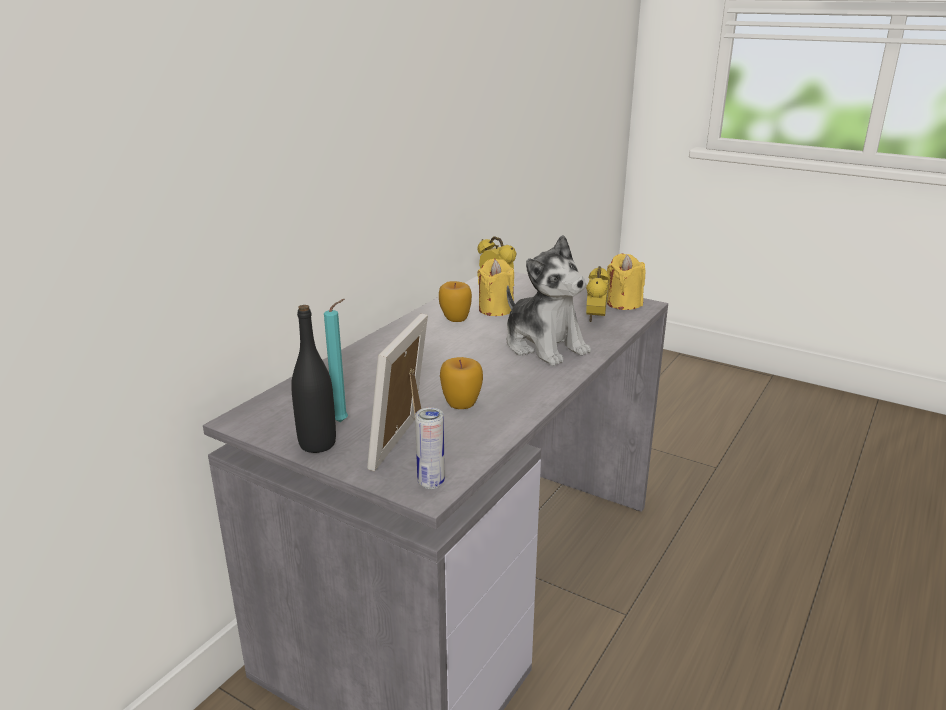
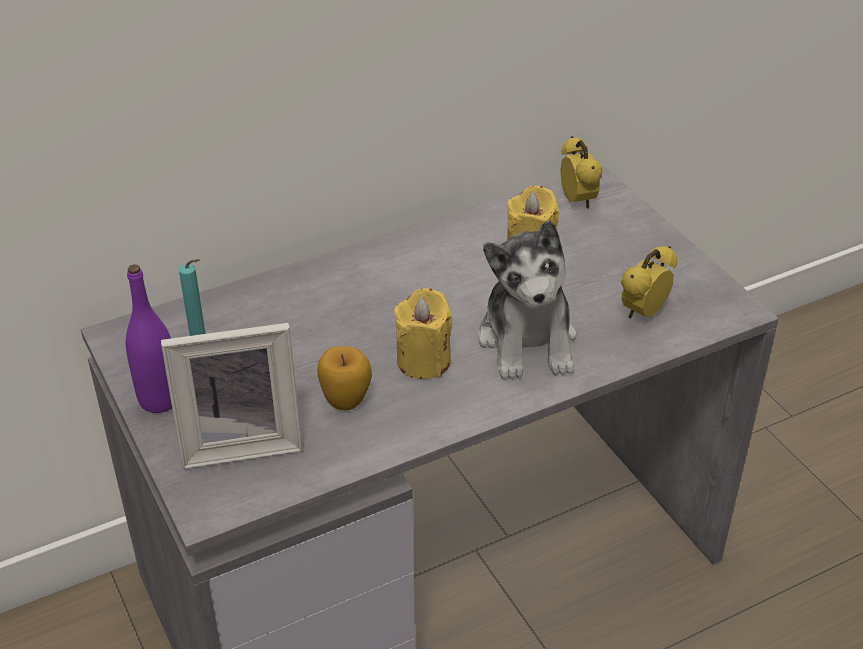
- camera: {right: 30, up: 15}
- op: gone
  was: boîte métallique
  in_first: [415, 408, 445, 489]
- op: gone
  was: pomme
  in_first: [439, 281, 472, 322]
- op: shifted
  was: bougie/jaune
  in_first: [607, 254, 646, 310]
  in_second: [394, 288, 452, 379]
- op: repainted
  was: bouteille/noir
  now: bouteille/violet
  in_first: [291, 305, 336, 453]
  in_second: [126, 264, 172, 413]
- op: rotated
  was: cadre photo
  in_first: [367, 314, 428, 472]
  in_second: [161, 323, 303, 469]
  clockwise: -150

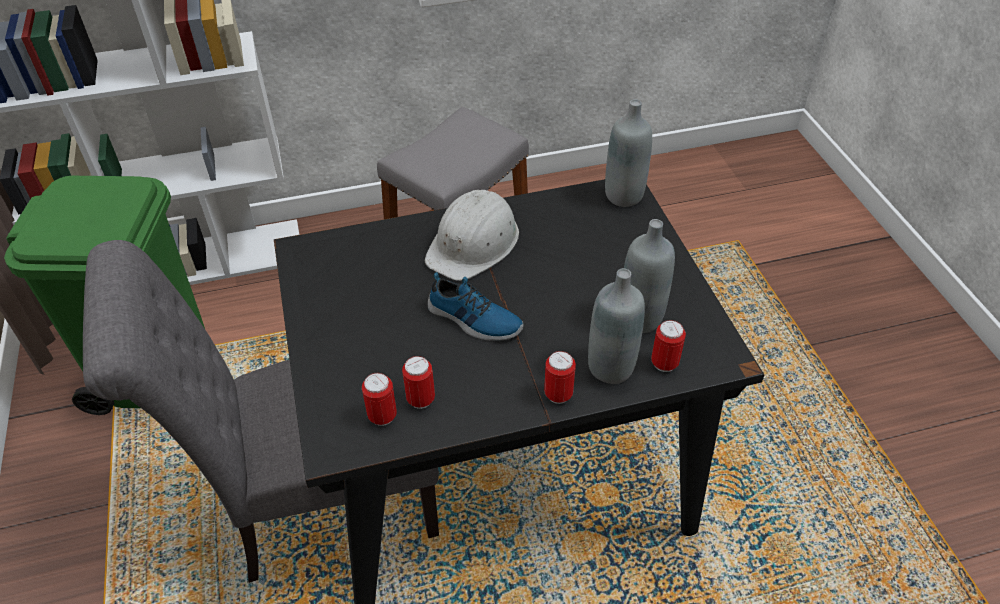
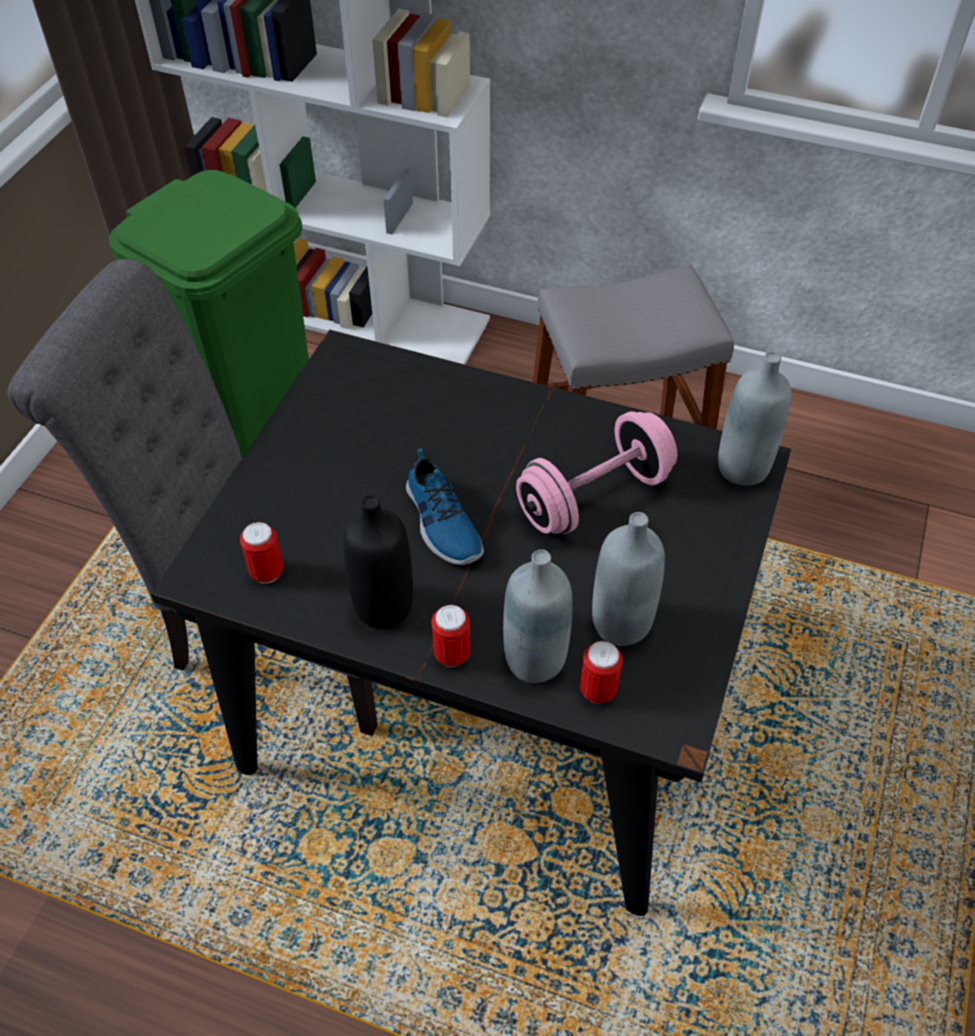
- camera: {right: 35, up: 5}
- op: gone
  was: boîte métallique
  in_first: [402, 356, 435, 409]
- op: gone
  was: casque de chantier/blanc
  in_first: [425, 190, 519, 281]
- op: new
  now: bouteille/noir
  in_second: [343, 495, 413, 629]
- op: new
  now: haltère/rose
  in_second: [516, 412, 677, 534]

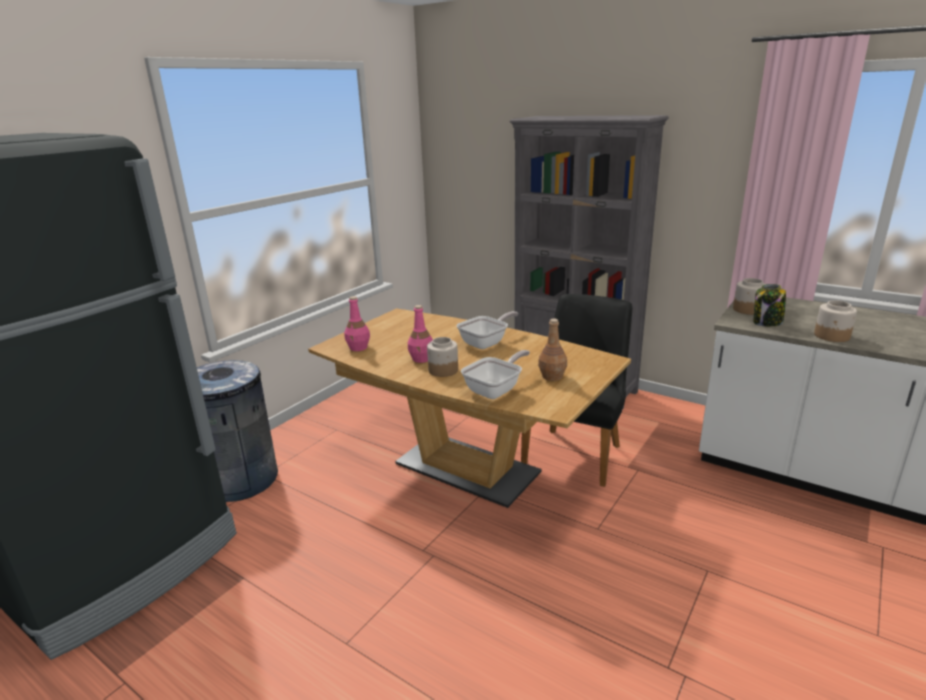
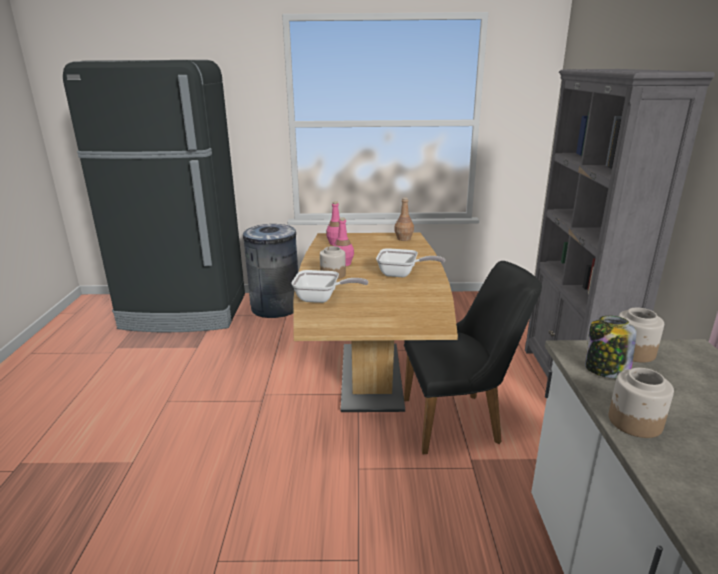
- camera: {right: 55, up: 0}
- op: shifted
  was: bouteille/marron
  in_first: [538, 319, 567, 381]
  in_second: [394, 198, 414, 241]

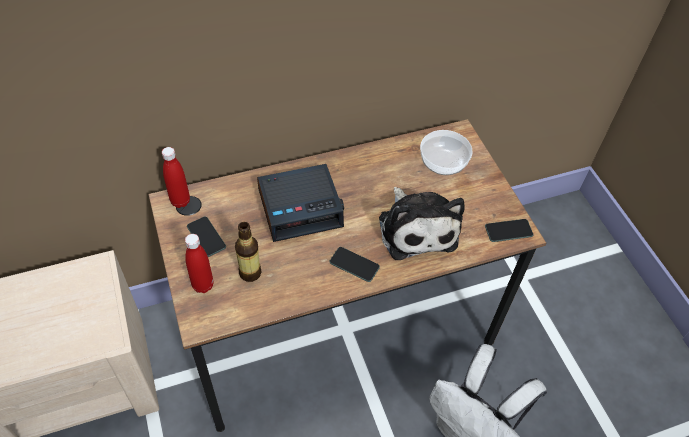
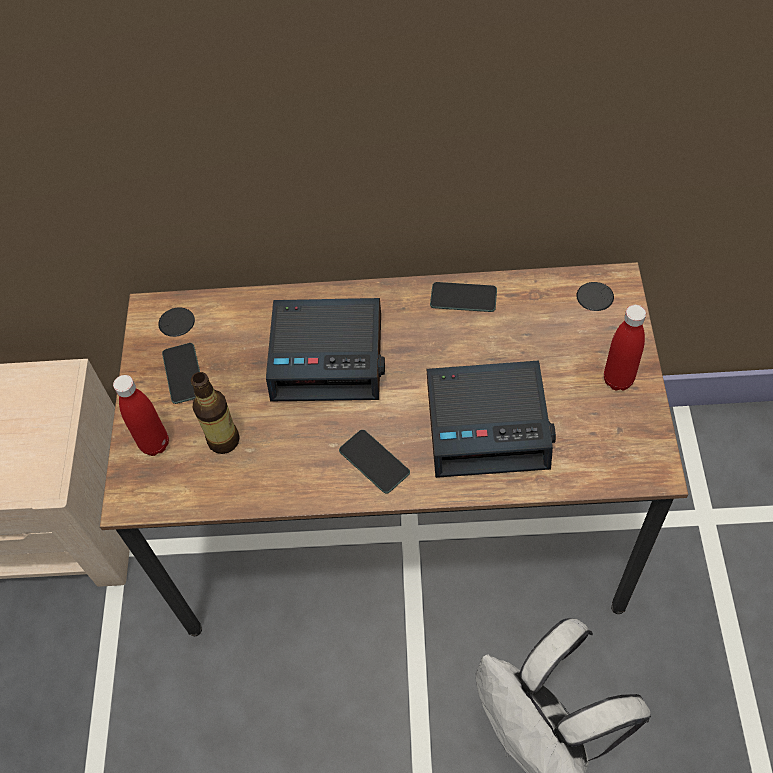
- camera: {right: 25, up: 5}
- op: gone
  was: bol
  in_first: [420, 130, 473, 175]
- op: shifted
  was: bouteille/rouge
  in_first: [162, 147, 190, 208]
  in_second: [604, 305, 646, 390]
- op: shifted
  was: téléphone
  in_first: [485, 219, 533, 242]
  in_second: [430, 282, 497, 312]
- op: swapped
  was: peluche
  now: réveil
  in_first: [379, 187, 465, 260]
  in_second: [427, 361, 556, 478]

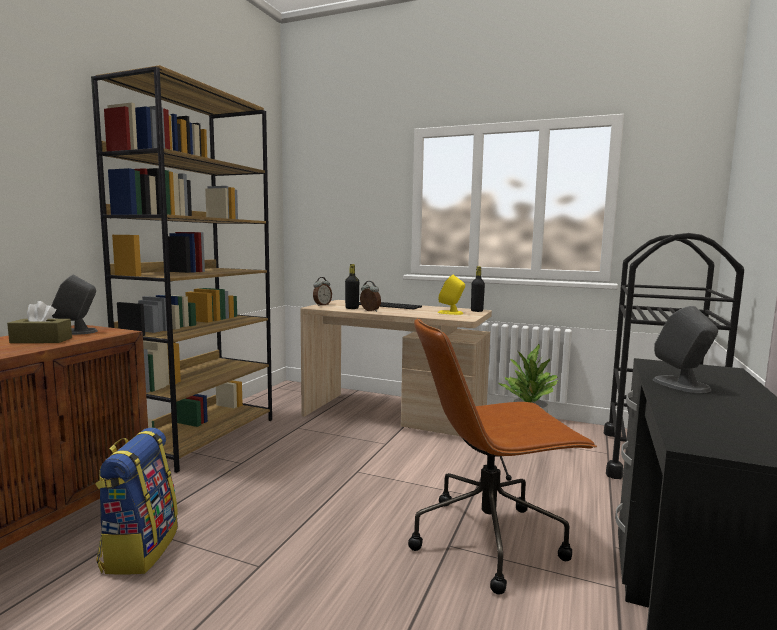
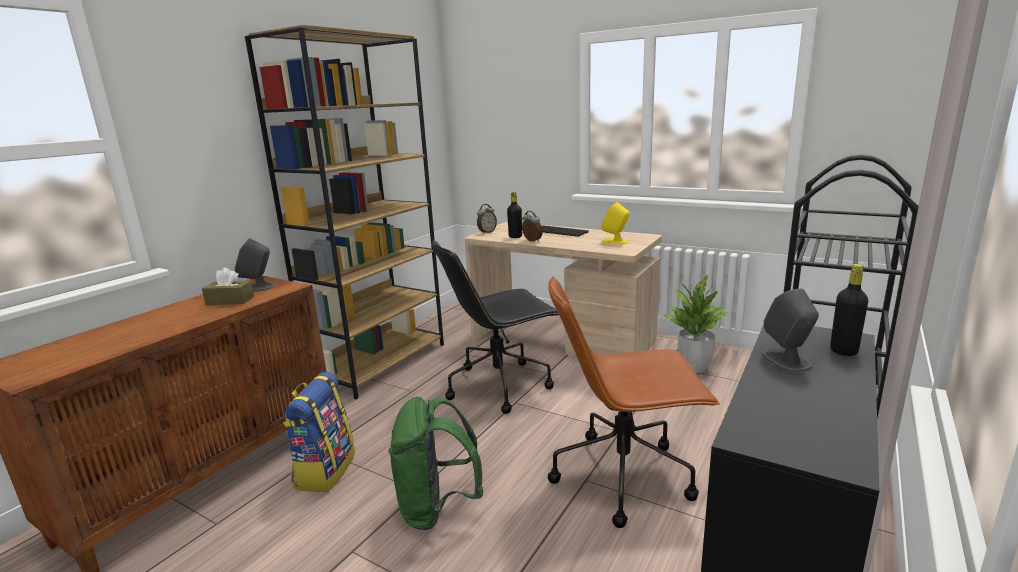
- camera: {right: 10, up: 10}
- op: new
  now: sac à dos/vert
  in_second: [388, 397, 484, 530]
- op: new
  now: chaise de bureau/noir
  in_second: [432, 239, 559, 414]
- op: shifted
  was: bouteille/noir
  in_first: [471, 266, 485, 312]
  in_second: [830, 264, 868, 356]

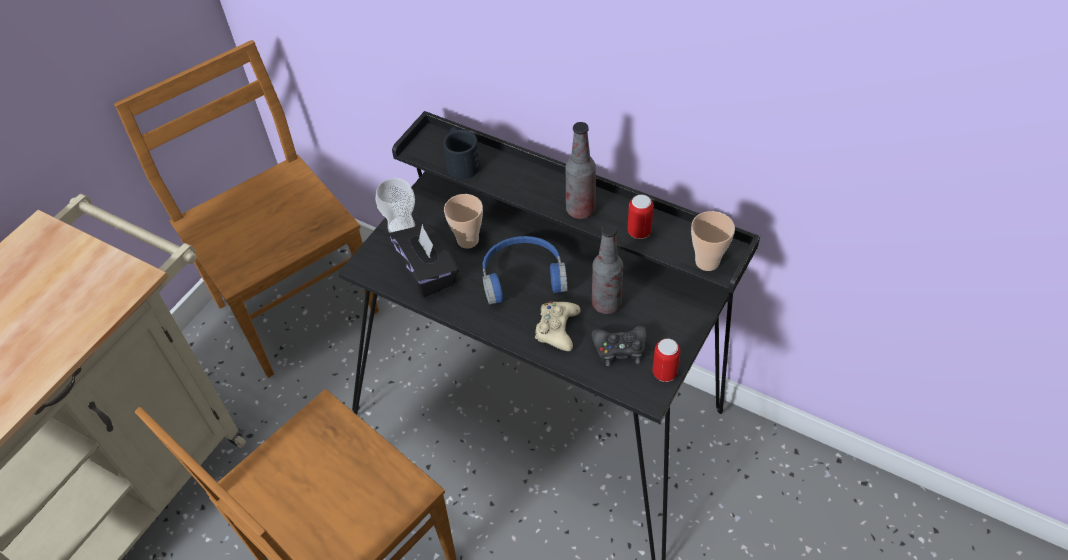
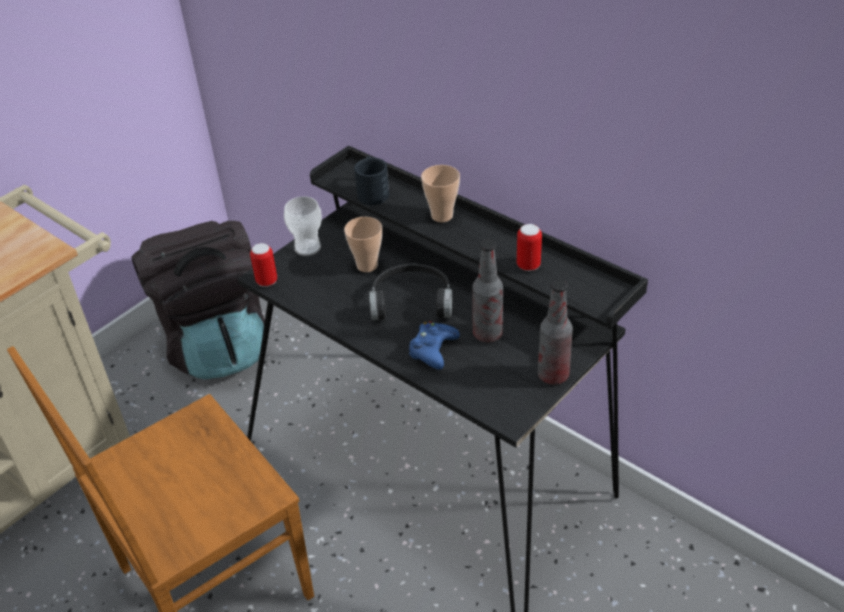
- camera: {right: 10, up: -10}
- op: gone
  was: boîte à mouchoirs/noir
  in_first: [389, 224, 459, 297]
- op: gone
  was: manette/noir
  in_first: [592, 326, 647, 366]
- op: shifted
  was: bouteille
  in_first: [566, 122, 596, 219]
  in_second: [538, 279, 573, 385]
- op: shifted
  was: boîte métallique
  in_first: [653, 338, 681, 382]
  in_second: [250, 243, 277, 287]
- op: shifted
  was: tasse
  in_first: [691, 211, 735, 271]
  in_second: [421, 165, 460, 222]
- op: swapped
  was: chaise/marron
  now: sac à dos/noir
  in_first: [114, 40, 379, 378]
  in_second: [131, 221, 265, 379]
- op: repainted
  was: casque audio/bleu
  now: casque audio/noir
  in_first: [482, 236, 567, 304]
  in_second: [369, 264, 452, 320]
- op: repainted
  was: manette/beige
  now: manette/bleu
  in_first: [535, 301, 581, 351]
  in_second: [409, 321, 460, 370]

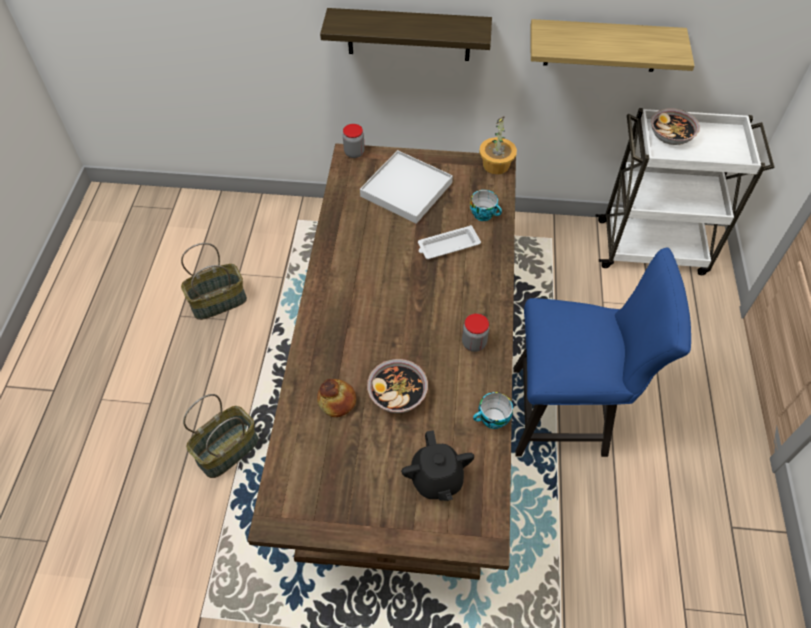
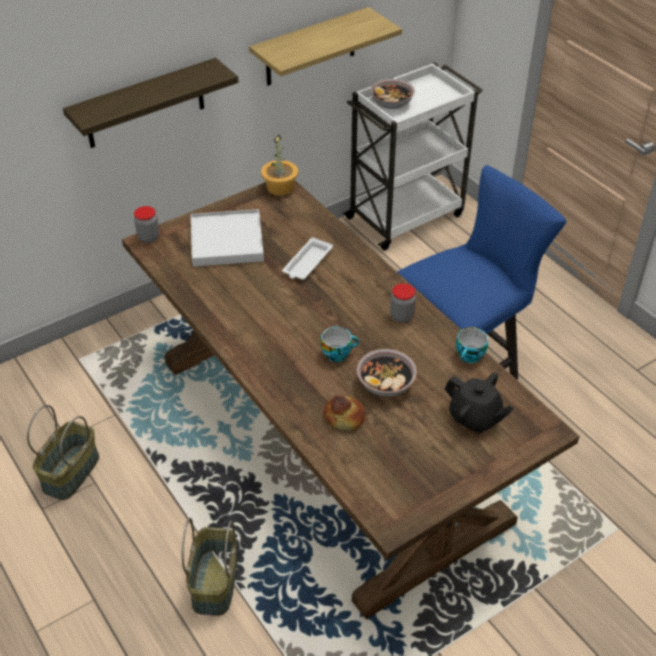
- camera: {right: -40, up: -10}
- op: shifted
  was: tasse
  in_first: [470, 190, 502, 221]
  in_second: [321, 326, 359, 362]

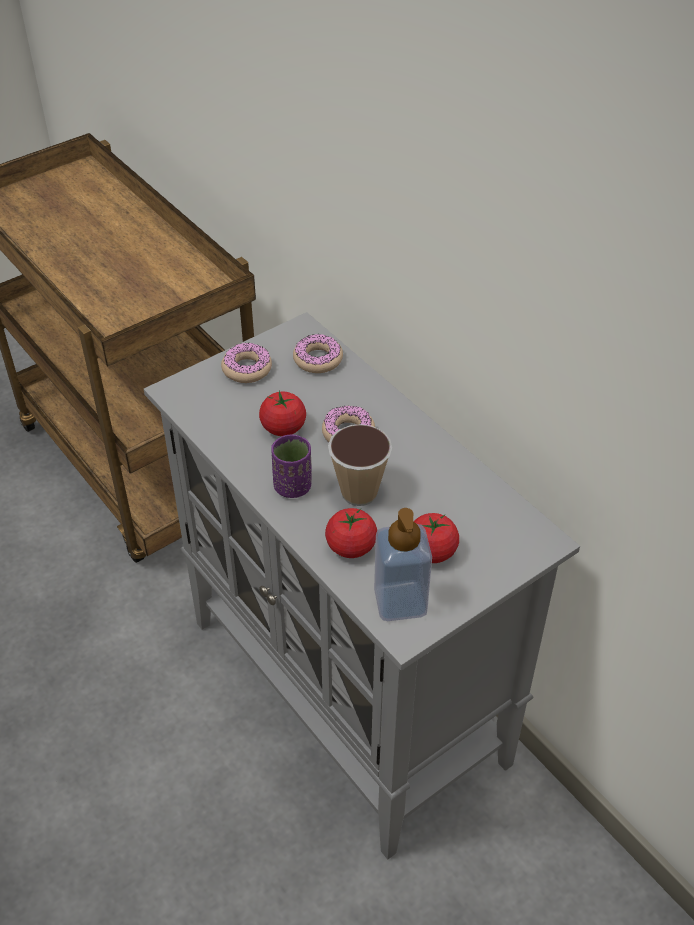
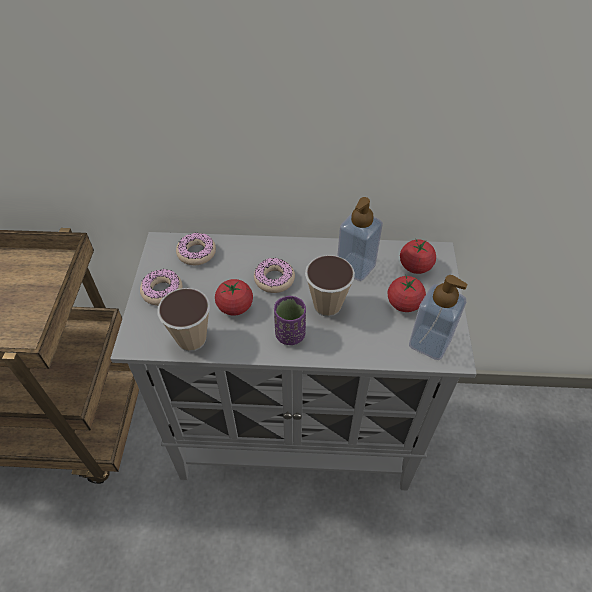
- camera: {right: -50, up: 5}
- op: new
  now: tasse
  in_second: [157, 288, 210, 352]
- op: new
  now: distributeur de savon
  in_second: [337, 197, 383, 281]
- op: shifted
  was: tomate
  in_first: [325, 508, 377, 558]
  in_second: [400, 238, 436, 274]

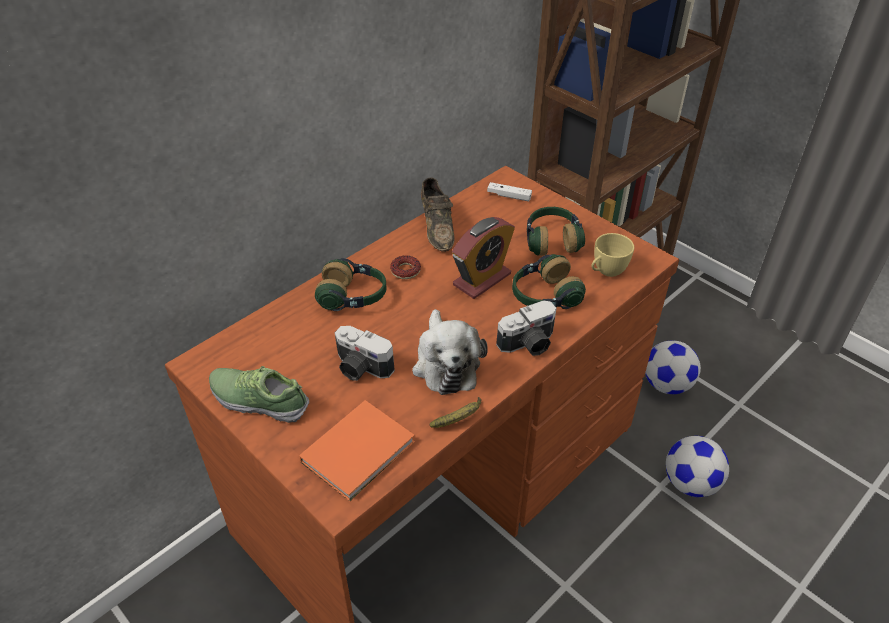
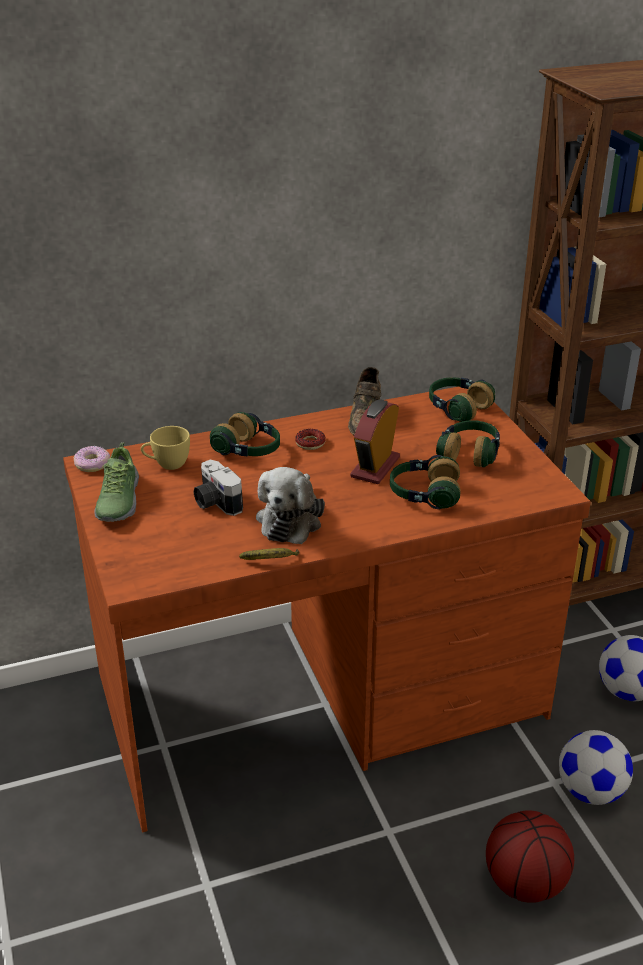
- camera: {right: 25, up: -10}
- op: gone
  was: livre/orange
  in_first: [299, 400, 415, 502]
- op: gone
  was: appareil photo
  in_first: [496, 301, 557, 356]
- op: new
  now: beignet
  in_second: [74, 446, 110, 472]
- op: new
  now: ballon de basket
  in_second: [486, 810, 574, 903]
- op: shifted
  was: tasse/jaune
  in_first: [591, 233, 634, 277]
  in_second: [141, 426, 190, 470]
- op: swapped
  was: manette/blanc
  now: casque audio
  in_first: [487, 182, 532, 201]
  in_second: [429, 377, 495, 422]
- op: rotated
  was: chaussure
  in_first: [209, 366, 309, 423]
  in_second: [94, 442, 139, 522]
  clockwise: -135
- op: rotated
  was: réveil
  in_first: [452, 217, 515, 299]
  in_second: [350, 399, 400, 484]
  clockwise: 135

